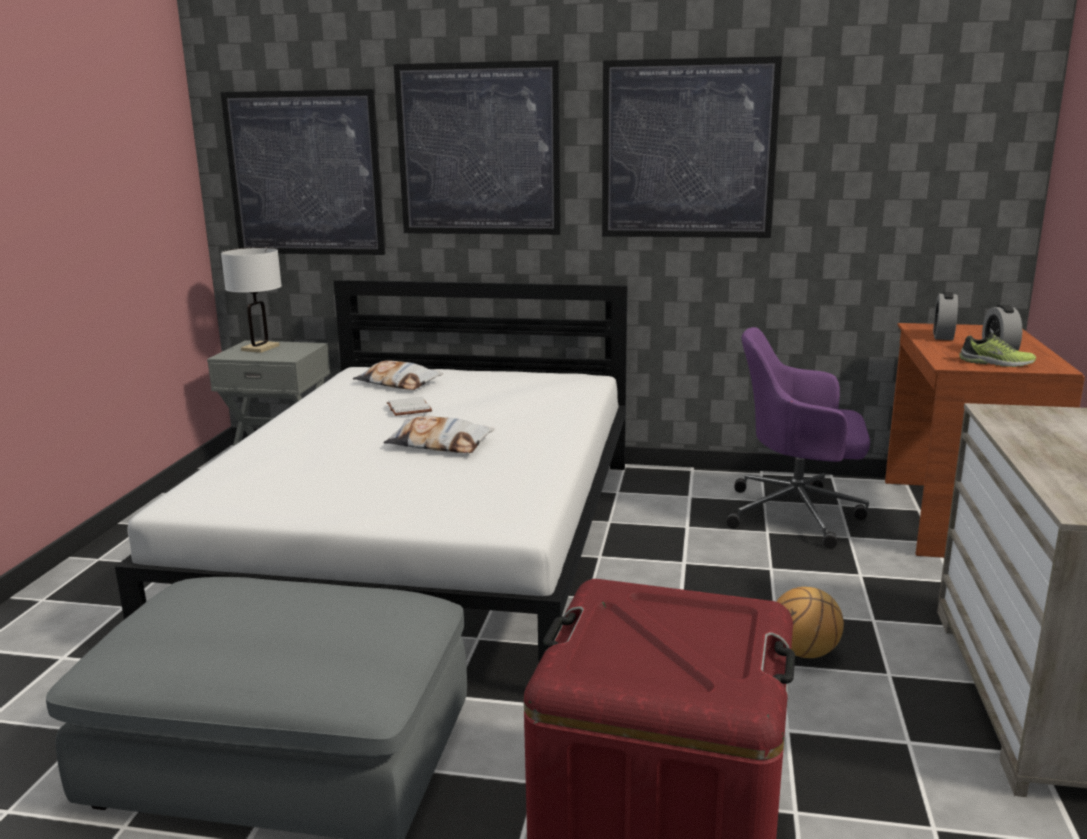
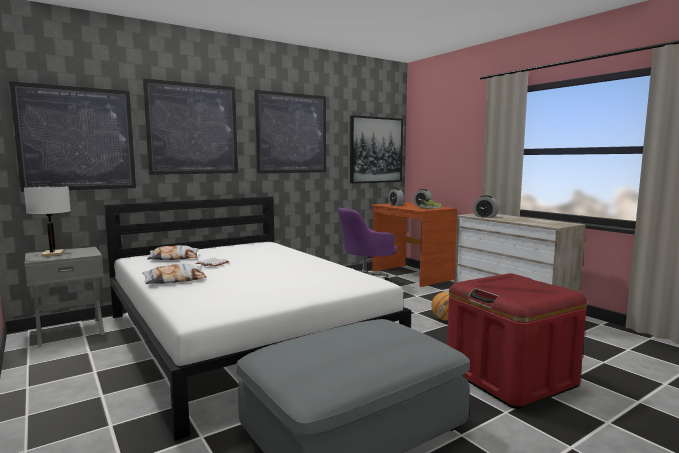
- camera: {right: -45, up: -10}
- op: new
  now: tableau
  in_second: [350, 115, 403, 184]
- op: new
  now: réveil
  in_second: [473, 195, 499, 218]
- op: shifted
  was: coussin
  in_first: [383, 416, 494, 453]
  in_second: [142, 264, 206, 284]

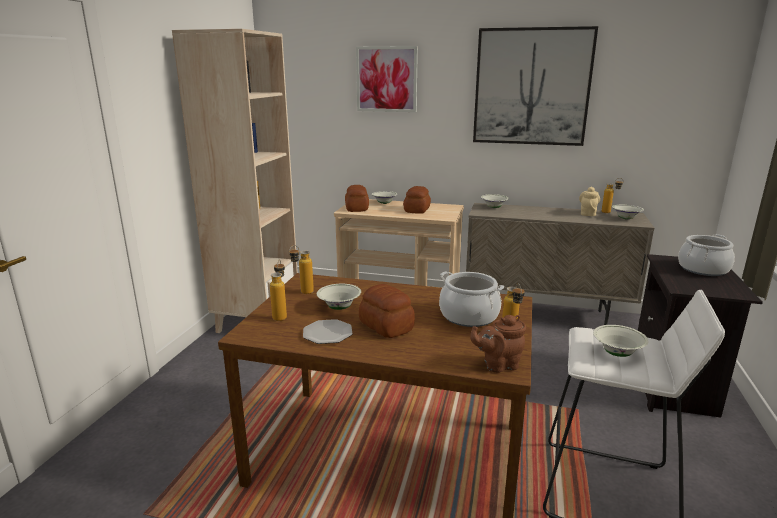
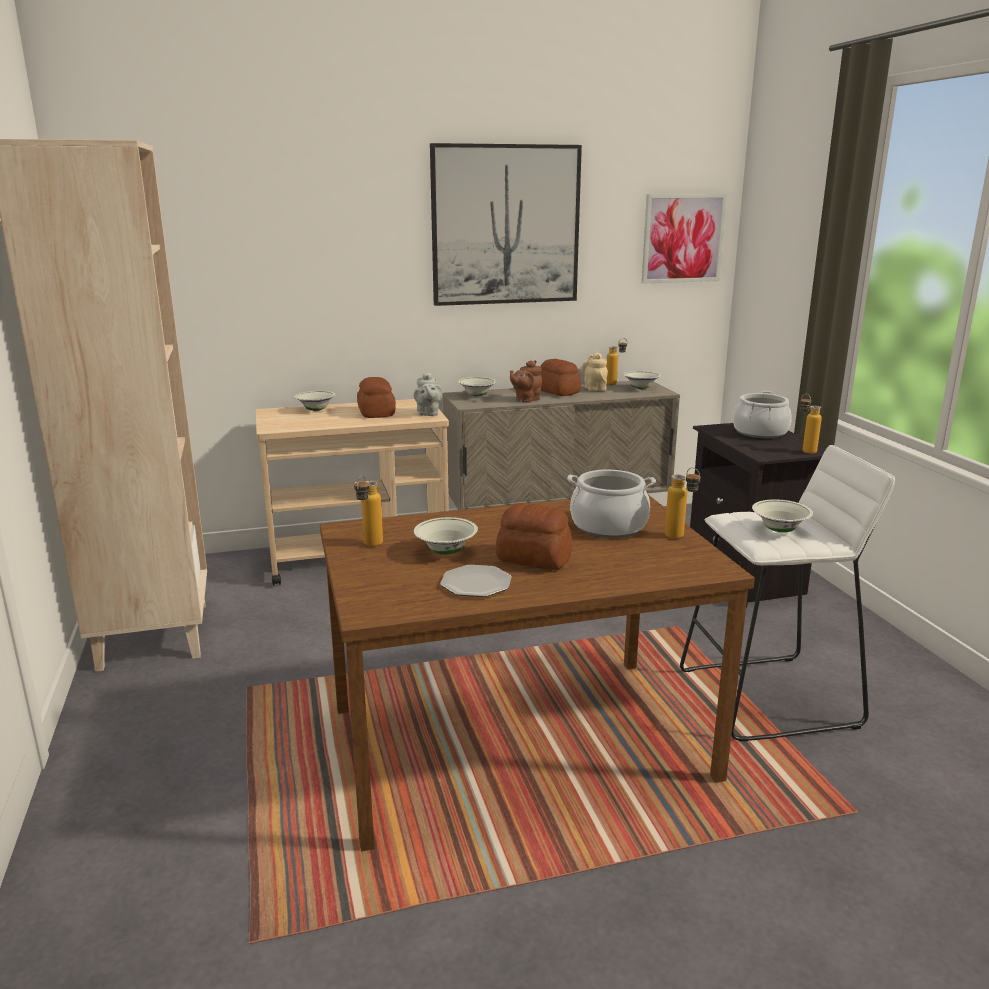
- camera: {right: -30, up: 0}
- op: new
  now: théière/gris
  in_second: [414, 372, 443, 416]
- op: shifted
  was: bouteille
  in_first: [270, 259, 287, 321]
  in_second: [800, 394, 822, 454]
- op: shifted
  was: pain
  in_first: [345, 185, 369, 212]
  in_second: [540, 359, 581, 396]
- op: shifted
  was: tableau
  in_first: [356, 46, 418, 112]
  in_second: [642, 194, 727, 283]
- op: shifted
  was: théière/marron
  in_first: [470, 315, 526, 373]
  in_second: [510, 360, 542, 403]

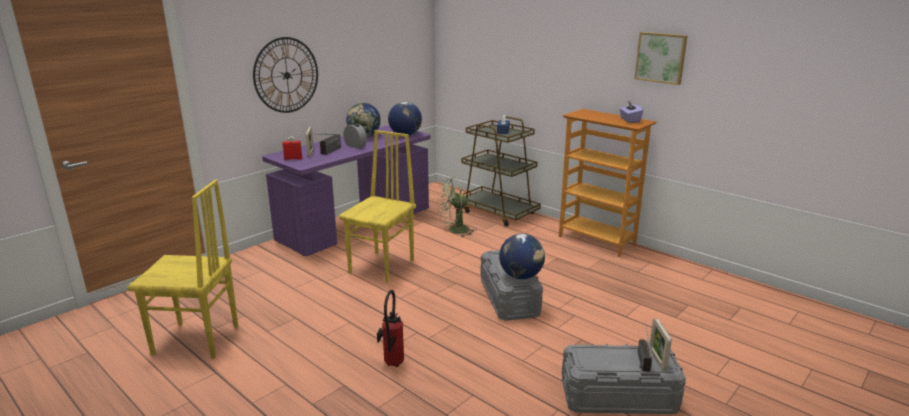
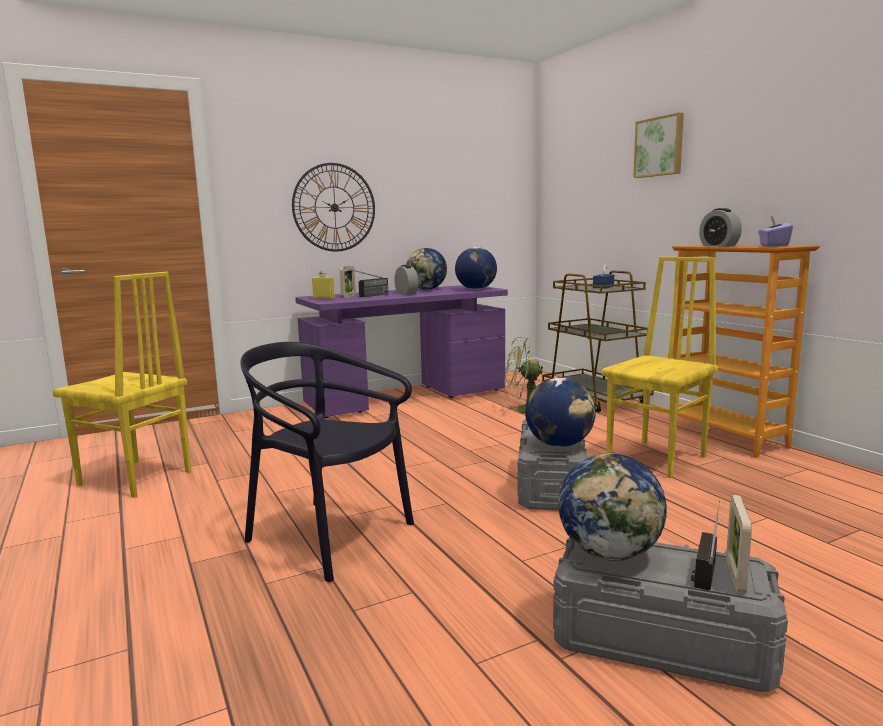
- camera: {right: 20, up: -10}
- op: new
  now: globe
  in_second: [558, 453, 667, 561]
- op: new
  now: réveil
  in_second: [699, 208, 742, 247]
- op: shifted
  was: chaise/jaune
  in_first: [339, 130, 416, 283]
  in_second: [601, 257, 718, 478]
- op: shifted
  was: tableau
  in_first: [634, 32, 688, 85]
  in_second: [633, 112, 684, 178]
- op: swapped
  was: extincteur
  now: chaise/noir
  in_first: [377, 290, 404, 367]
  in_second: [240, 342, 414, 582]
- op: repainted
  was: bouteille/rouge
  now: bouteille/jaune
  in_first: [282, 136, 302, 160]
  in_second: [312, 271, 335, 299]

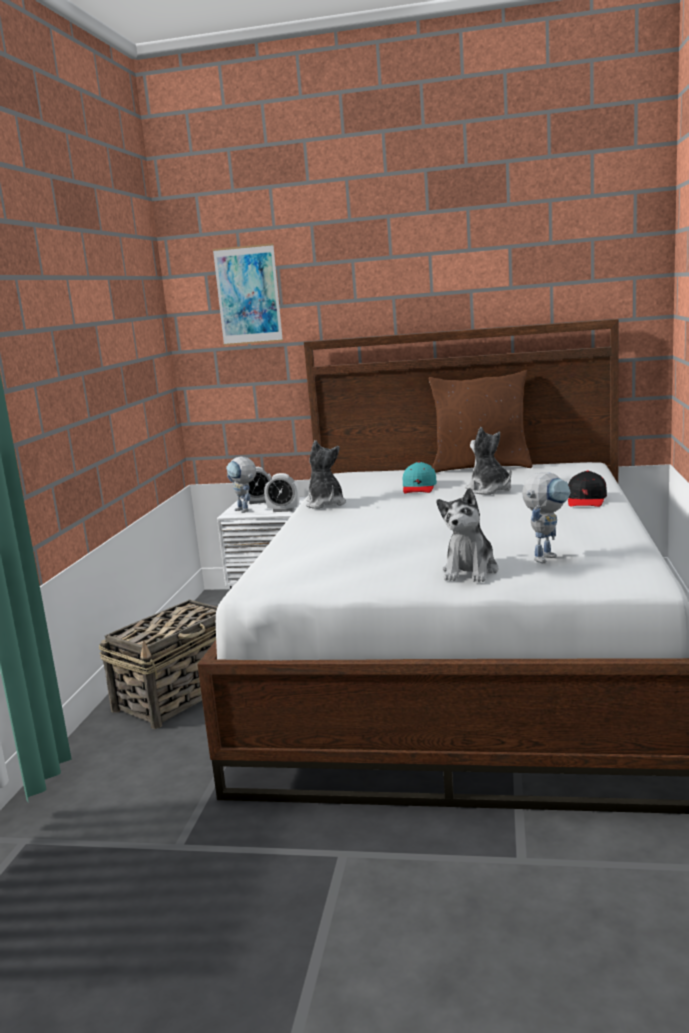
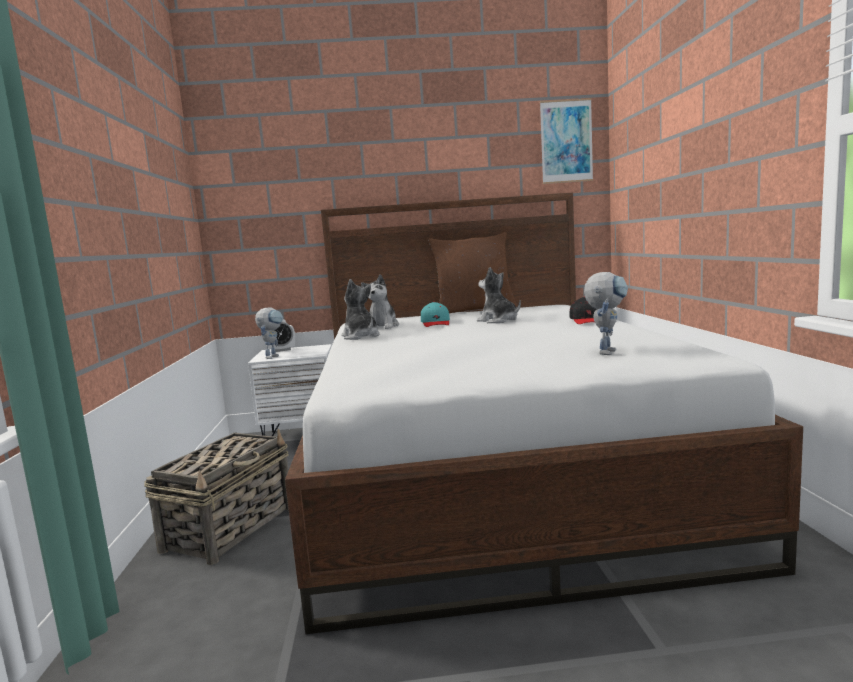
- camera: {right: -15, up: -5}
- op: gone
  was: réveil
  in_first: [264, 473, 300, 512]
- op: shifted
  was: tableau
  in_first: [213, 243, 283, 346]
  in_second: [540, 98, 593, 184]
- op: shifted
  was: peluche
  in_first: [437, 488, 498, 582]
  in_second: [361, 274, 399, 329]
- op: rotated
  was: robot jouet
  in_first: [226, 456, 256, 513]
  in_second: [255, 308, 283, 359]
  clockwise: -105

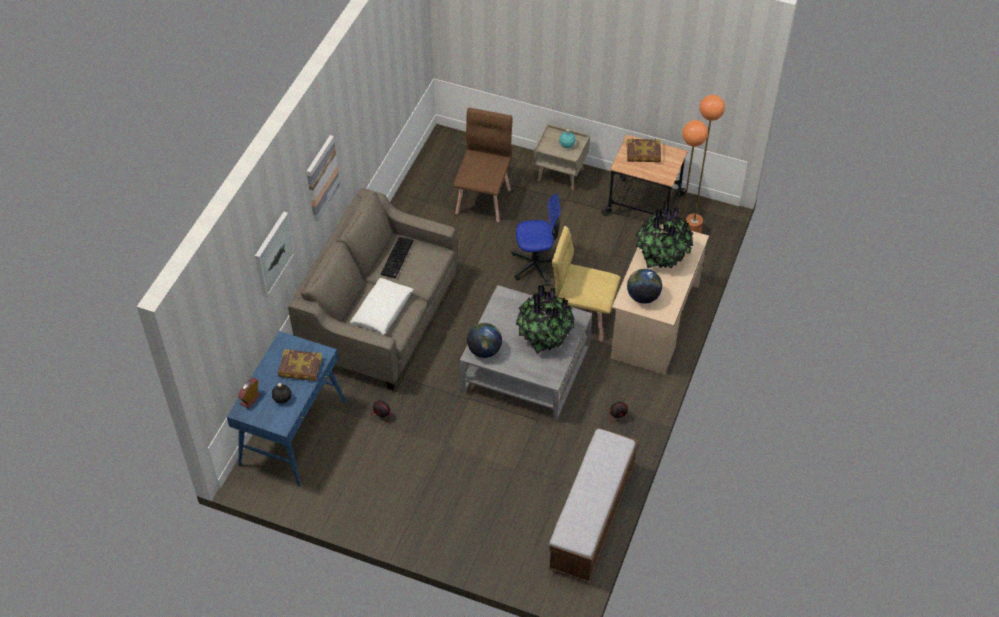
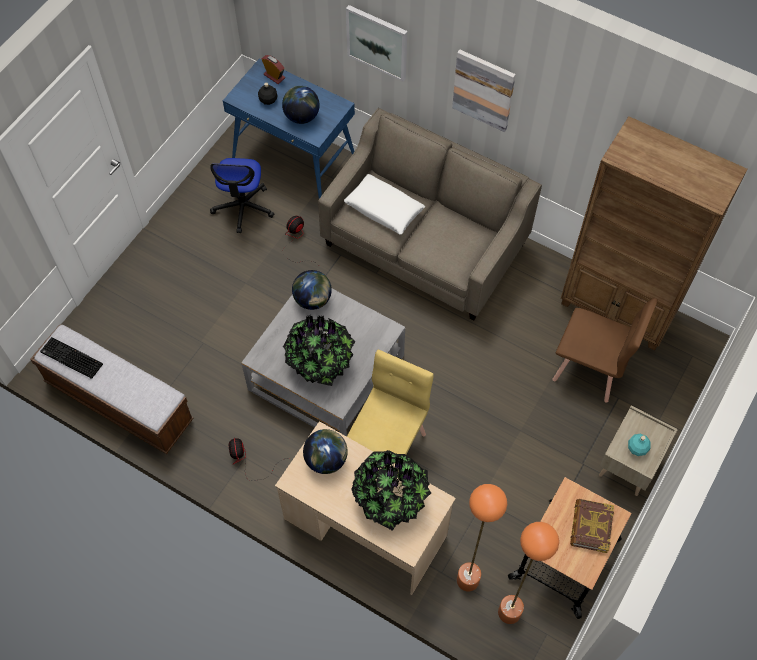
- camera: {right: 100, up: 10}
- op: new
  now: bibliothèque/marron
  in_second: [561, 116, 748, 351]
- op: shifted
  was: clavier
  in_first: [381, 237, 414, 278]
  in_second: [40, 337, 103, 379]
- op: shifted
  was: chaise de bureau
  in_first: [511, 193, 561, 286]
  in_second: [210, 158, 274, 233]
- op: swapped
  was: livre
  now: globe
  in_first: [278, 349, 322, 381]
  in_second: [282, 86, 320, 124]

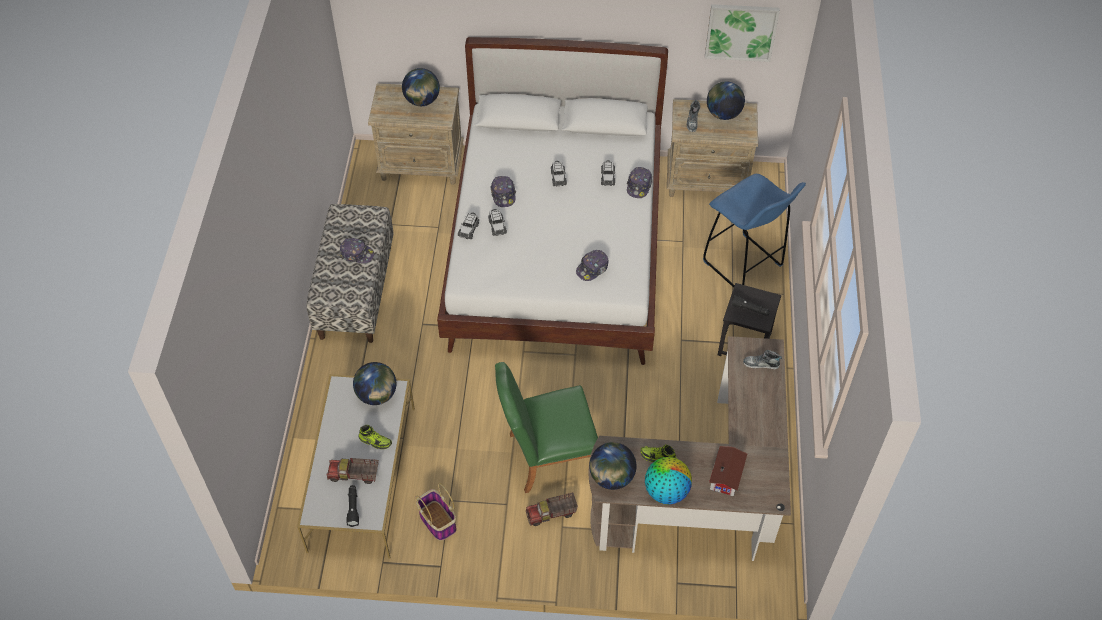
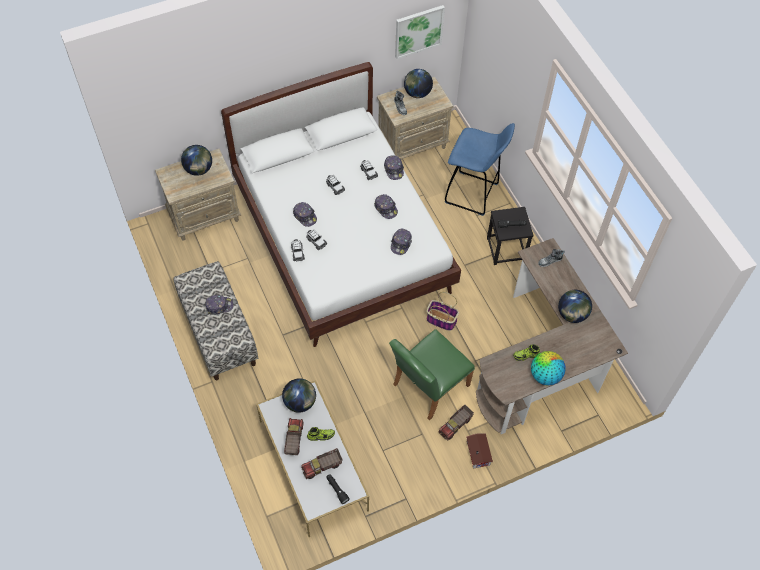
- camera: {right: -30, up: 5}
- op: new
  now: camion jouet
  in_second: [284, 418, 303, 455]
- op: new
  now: casquette
  in_second: [374, 194, 398, 219]
- op: shifted
  was: panier
  in_first: [416, 483, 457, 541]
  in_second: [427, 292, 459, 331]
- op: shifted
  was: globe
  in_first: [589, 442, 636, 490]
  in_second: [558, 290, 592, 323]
- op: shifted
  was: maison miniature
  in_first: [709, 446, 747, 496]
  in_second: [466, 433, 493, 468]

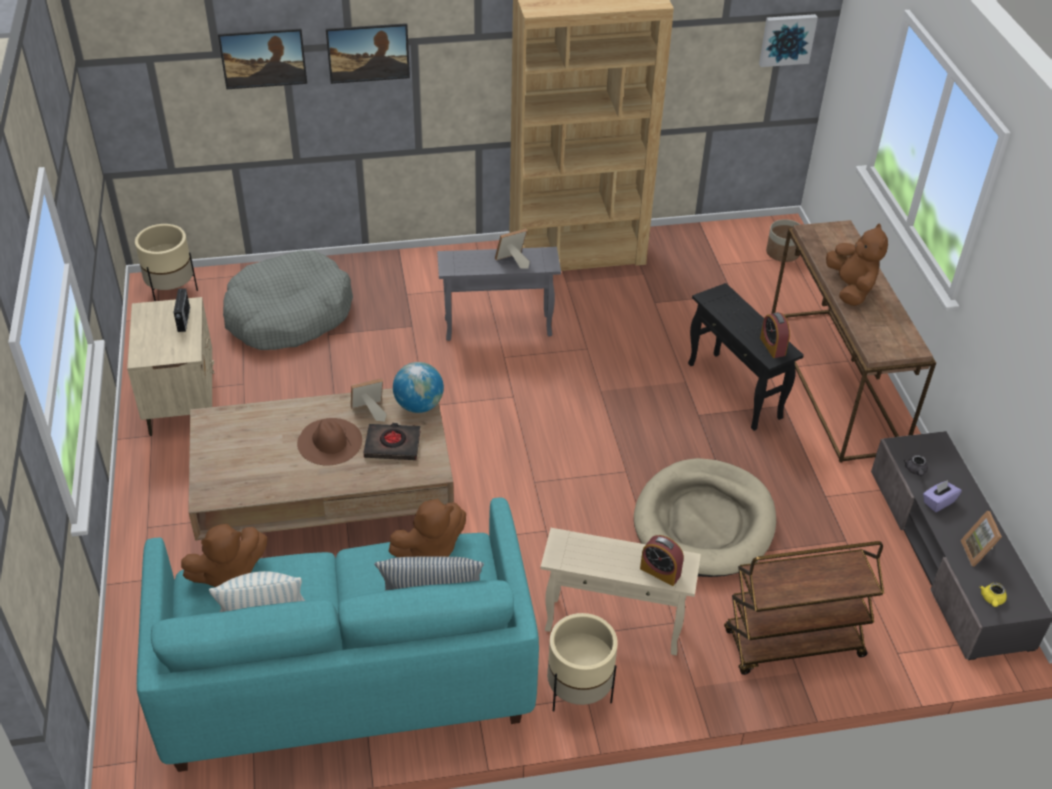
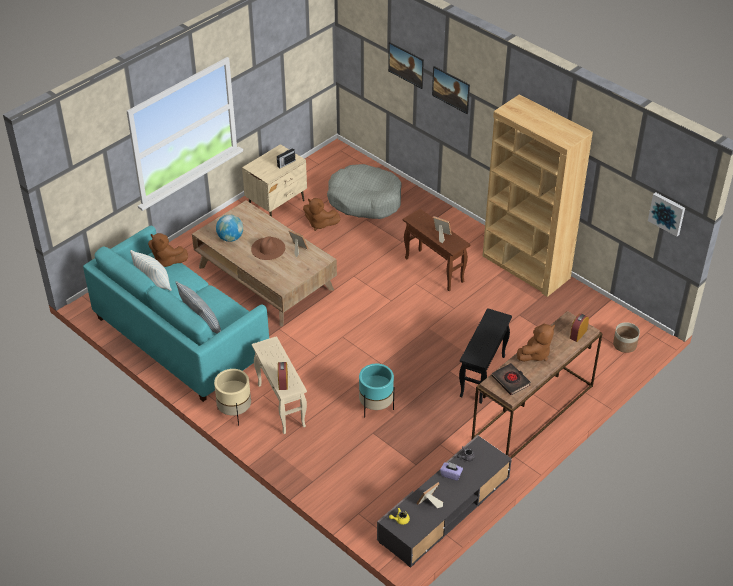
- camera: {right: 55, up: 0}
- op: gone
  was: cache-pot/beige
  in_first: [135, 224, 198, 301]
- op: gone
  was: chariot/marron
  in_first: [724, 541, 884, 675]
- op: shifted
  was: livre/noir
  in_first: [363, 423, 420, 460]
  in_second: [492, 363, 531, 395]
- op: shifted
  was: peluche/marron
  in_first: [388, 499, 466, 557]
  in_second: [303, 198, 341, 231]
- op: shifted
  was: globe
  in_first: [393, 362, 444, 413]
  in_second: [216, 214, 243, 242]
- op: shifted
  was: réveil
  in_first: [760, 312, 790, 358]
  in_second: [570, 314, 589, 342]
- op: swapped
  was: panier pour chien/beige
  now: cache-pot/turquoise
  in_first: [634, 458, 776, 577]
  in_second: [359, 364, 394, 418]
- op: repainted
  was: table d'appoint/gris
  now: table d'appoint/marron
  in_first: [437, 247, 561, 341]
  in_second: [403, 209, 471, 291]

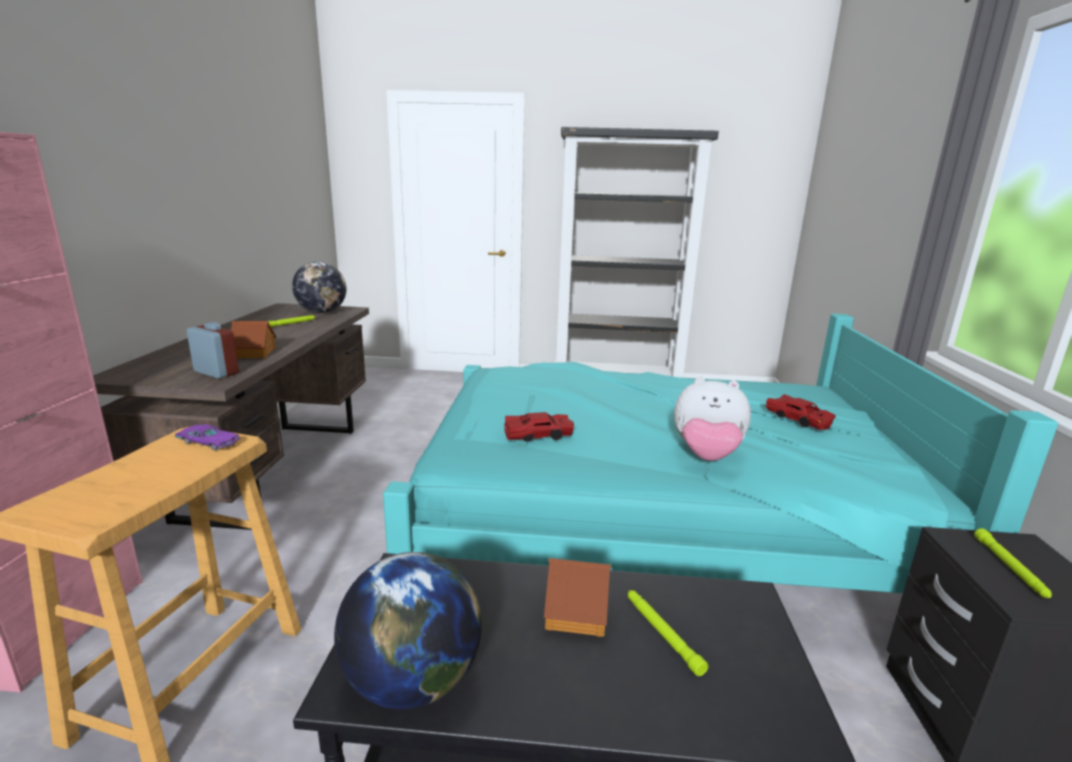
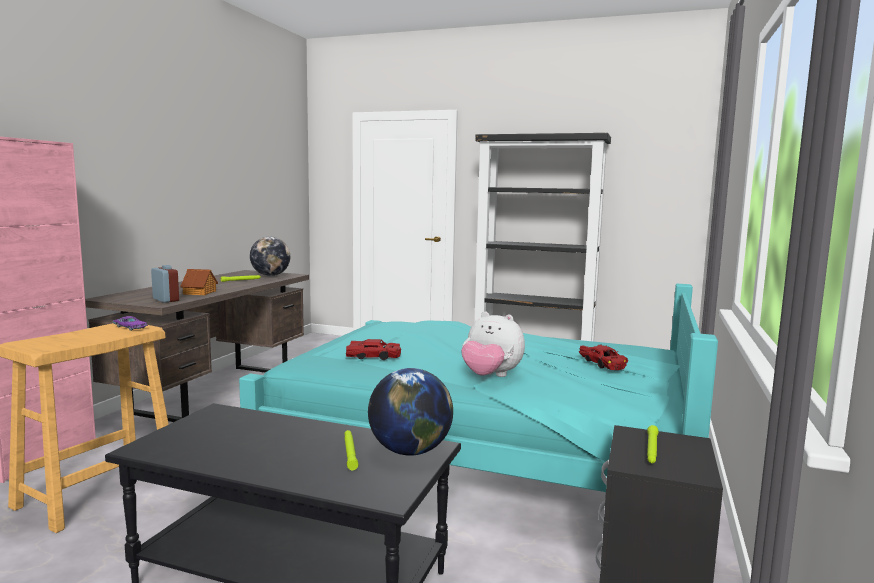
- camera: {right: 15, up: -10}
- op: gone
  was: maison miniature
  in_first: [544, 558, 611, 637]
- op: shifted
  was: globe
  in_first: [334, 552, 482, 709]
  in_second: [368, 368, 453, 456]

